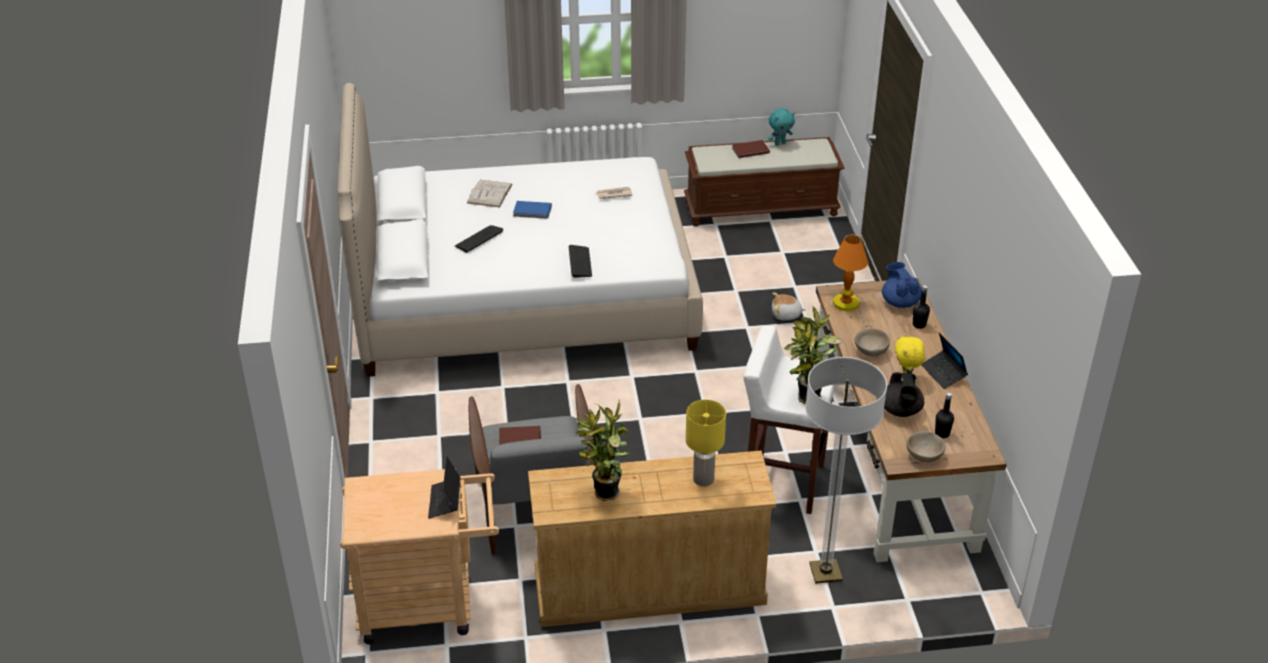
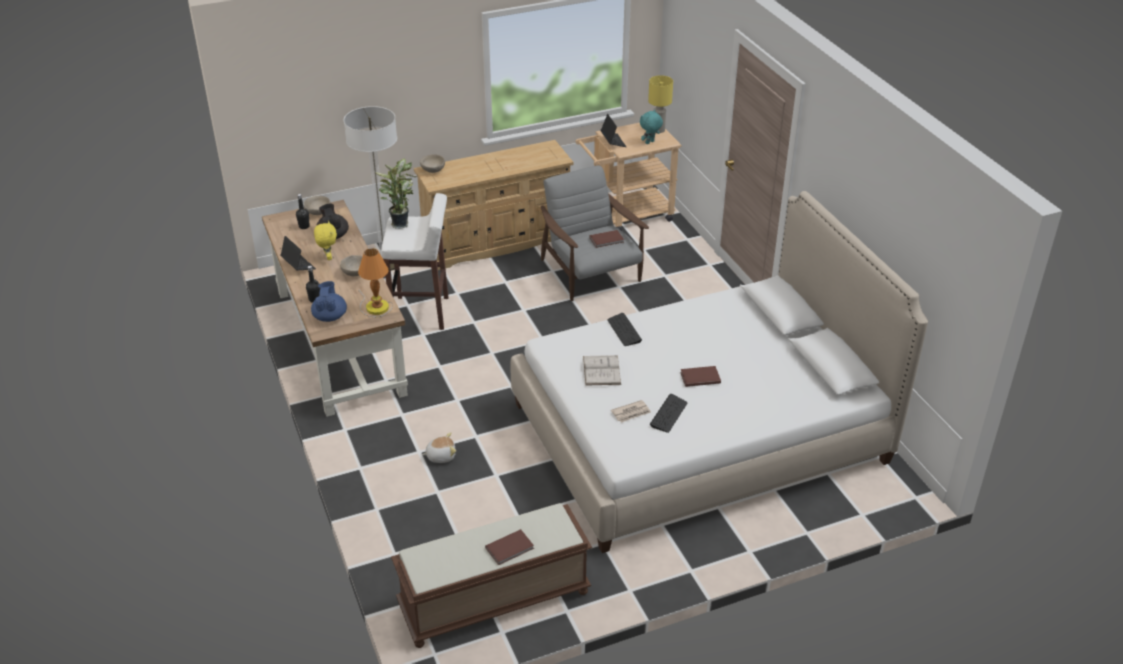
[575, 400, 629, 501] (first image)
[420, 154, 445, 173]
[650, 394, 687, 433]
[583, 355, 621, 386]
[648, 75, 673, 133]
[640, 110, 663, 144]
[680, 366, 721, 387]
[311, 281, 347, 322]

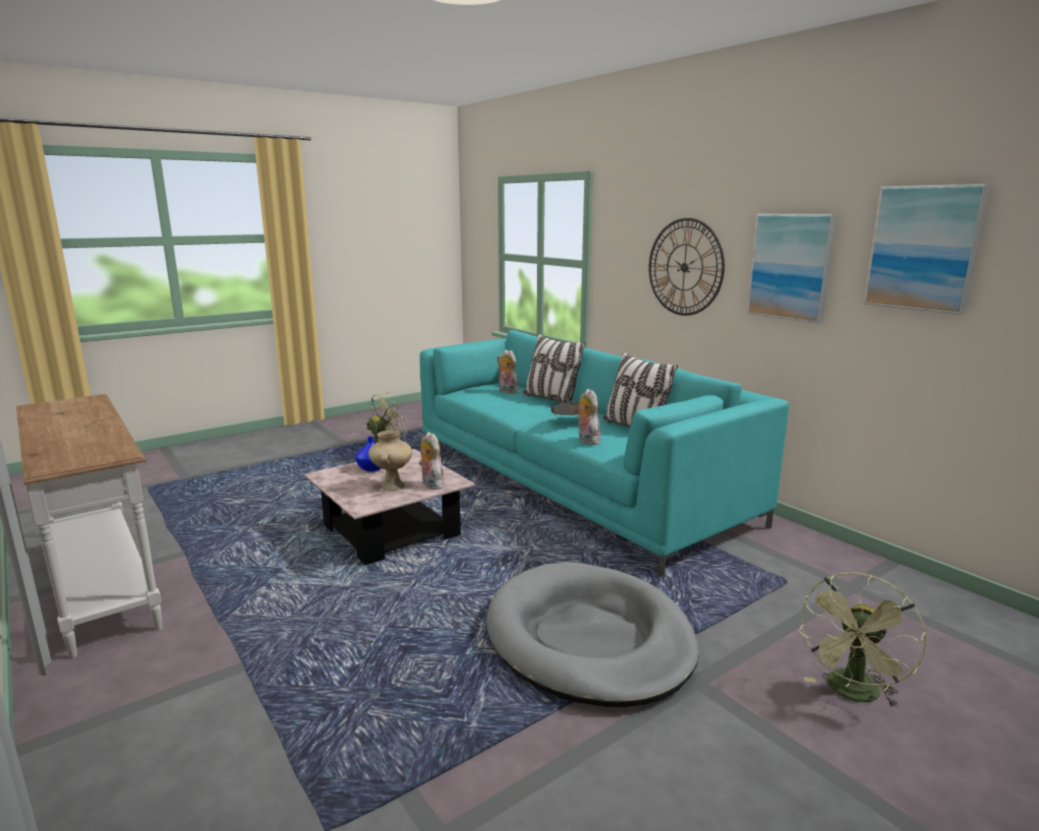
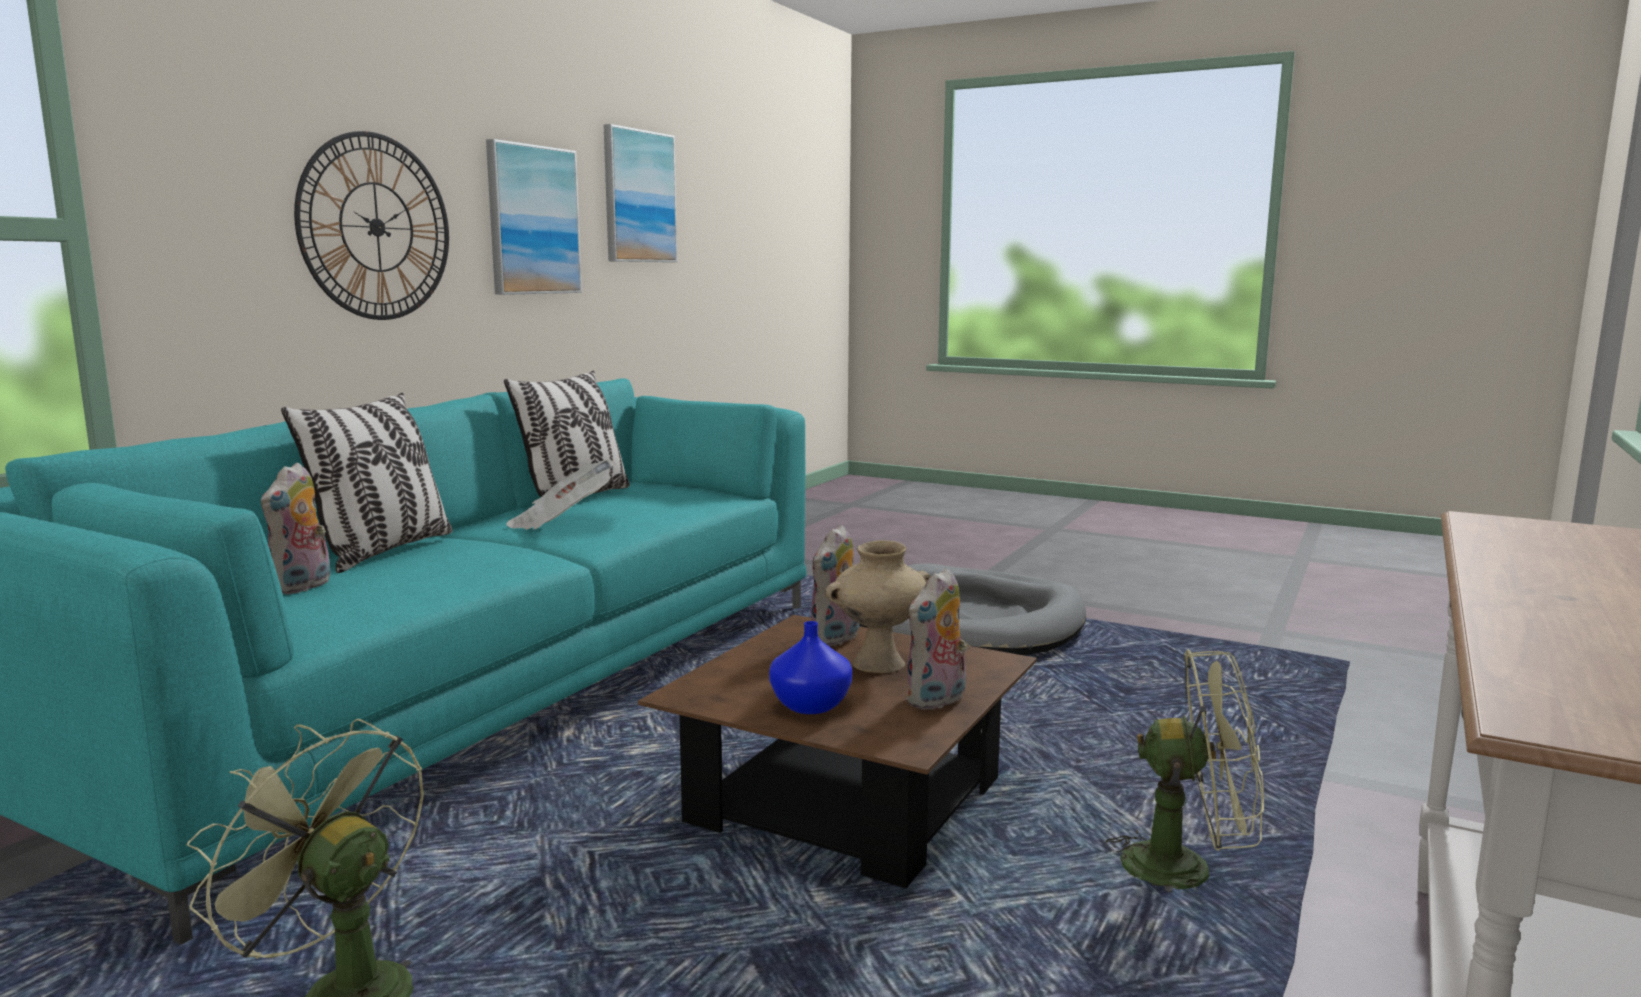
[906, 568, 967, 710]
[1105, 649, 1264, 892]
[638, 615, 1037, 888]

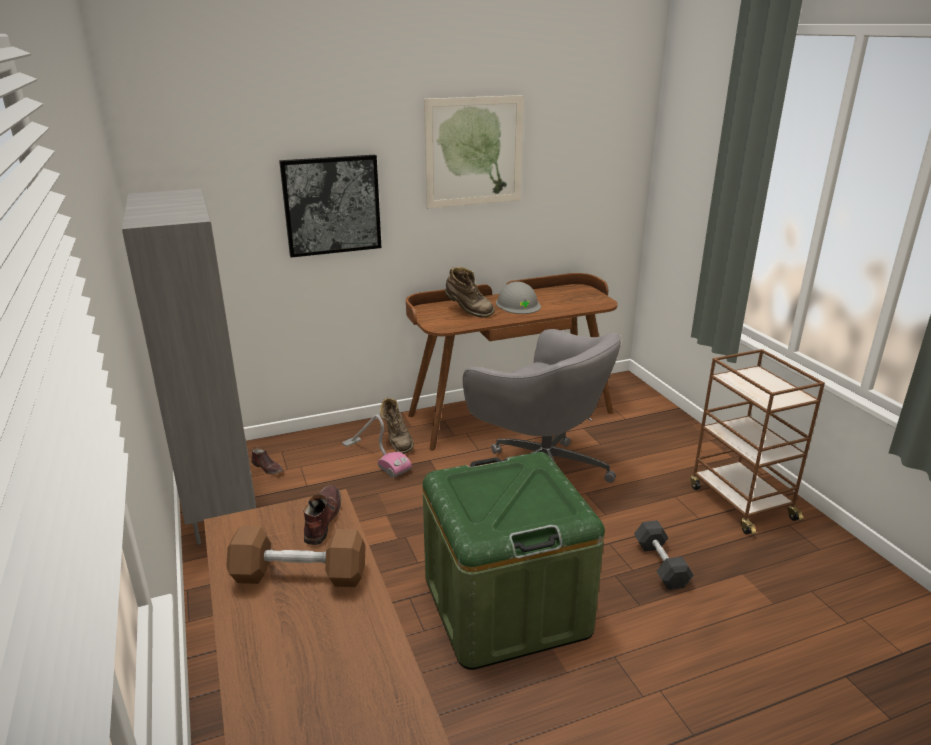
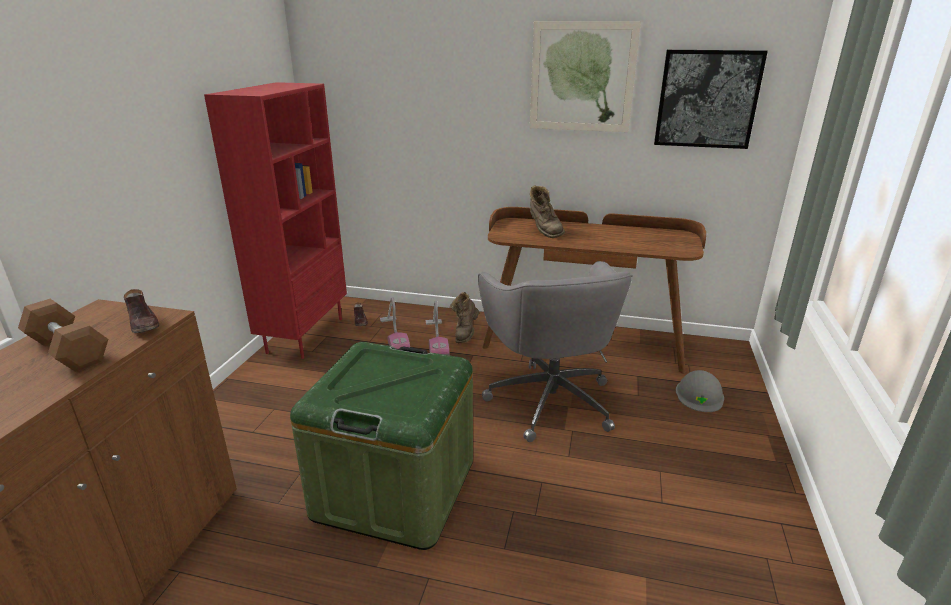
[634, 520, 694, 590] (first image)
[690, 349, 825, 535] (first image)
[380, 297, 410, 349]
[654, 50, 768, 149]
[676, 370, 724, 412]
[204, 82, 347, 359]
[124, 289, 159, 333]

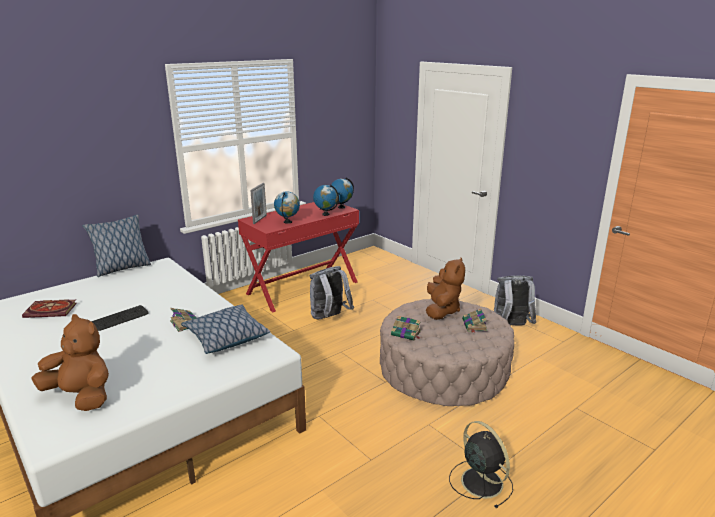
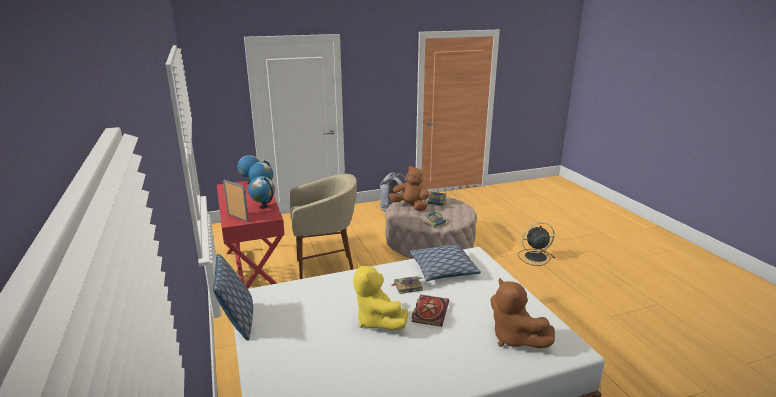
[411, 294, 449, 327]
[353, 263, 409, 330]
[290, 174, 357, 279]
[491, 278, 555, 348]

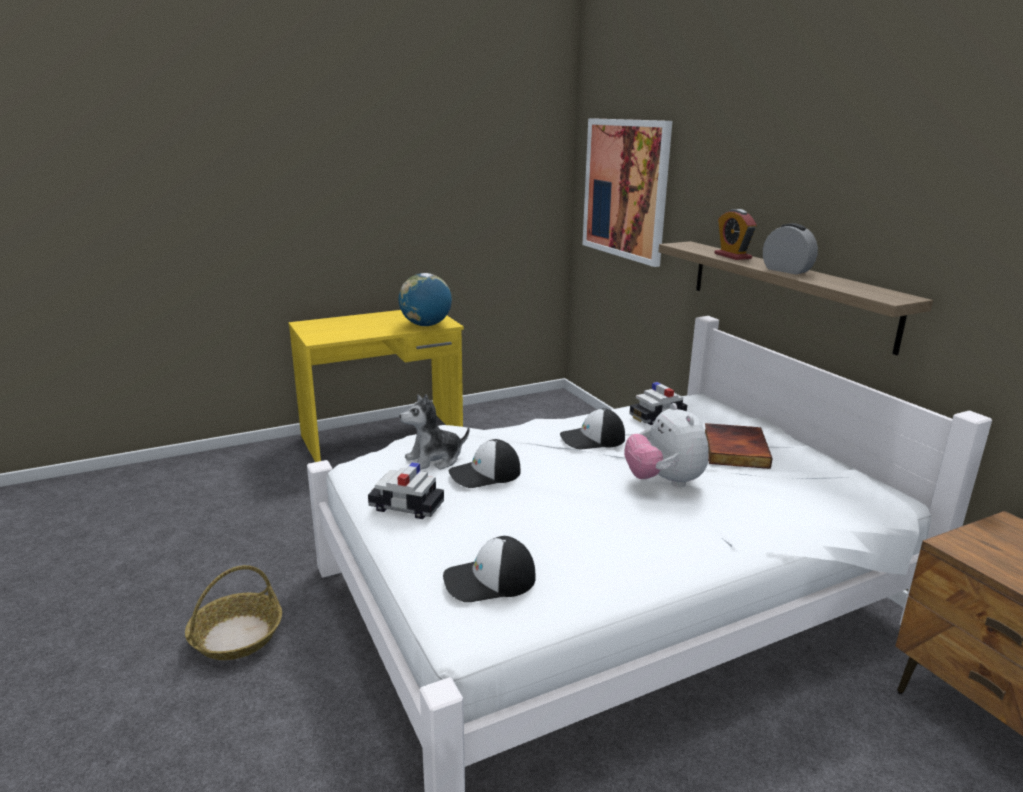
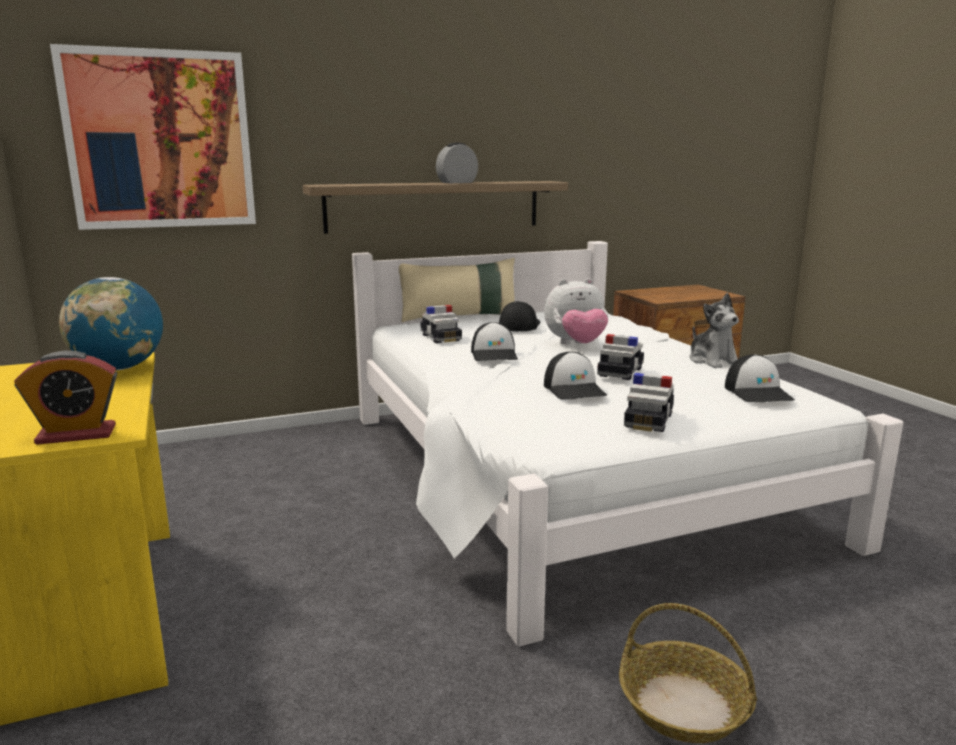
[399, 258, 515, 322]
[597, 334, 644, 380]
[690, 293, 739, 368]
[14, 351, 117, 445]
[499, 301, 540, 331]

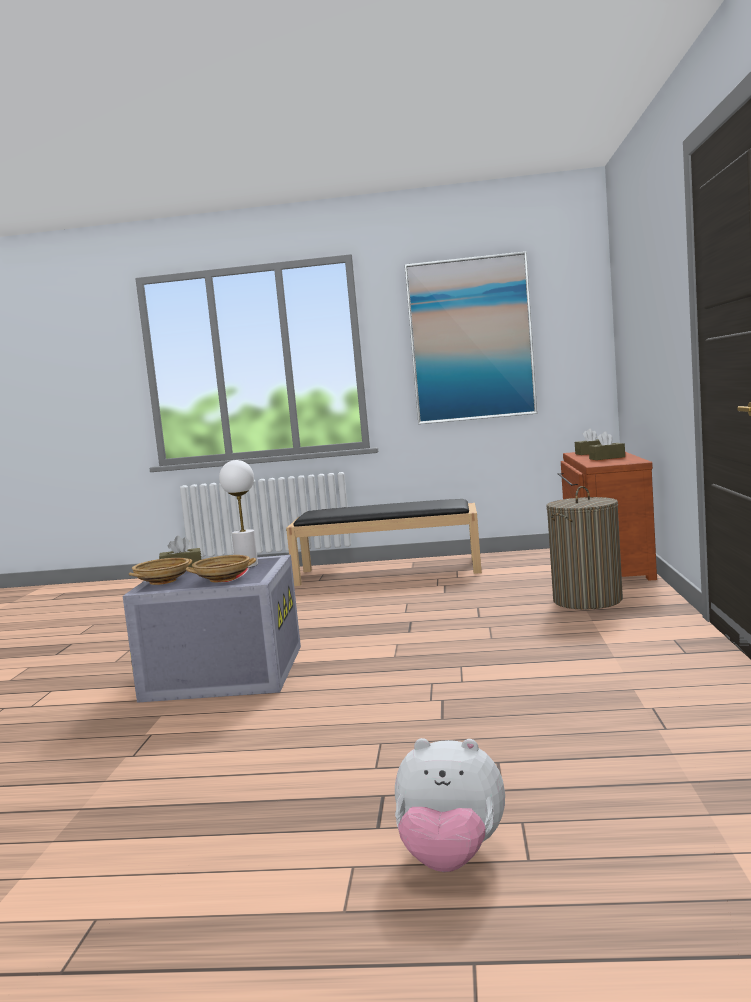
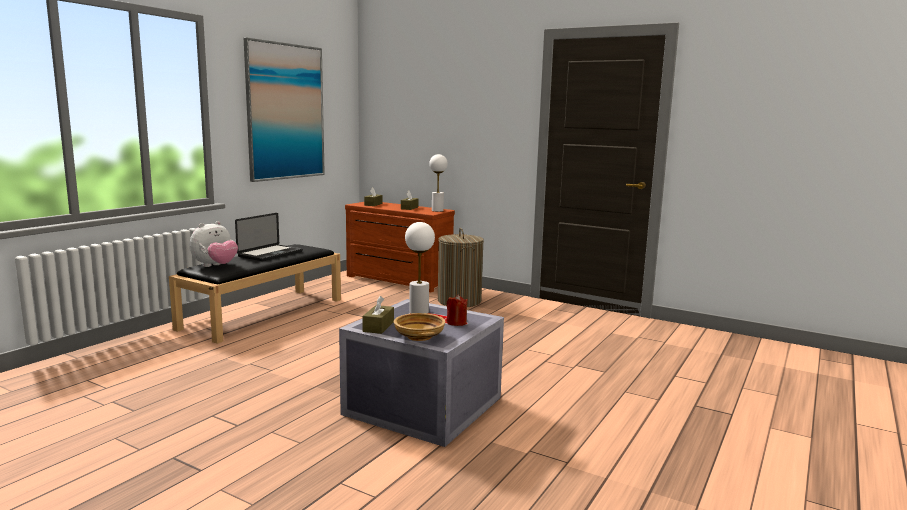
[235, 213, 303, 261]
[429, 154, 448, 212]
[190, 221, 238, 267]
[447, 295, 468, 326]

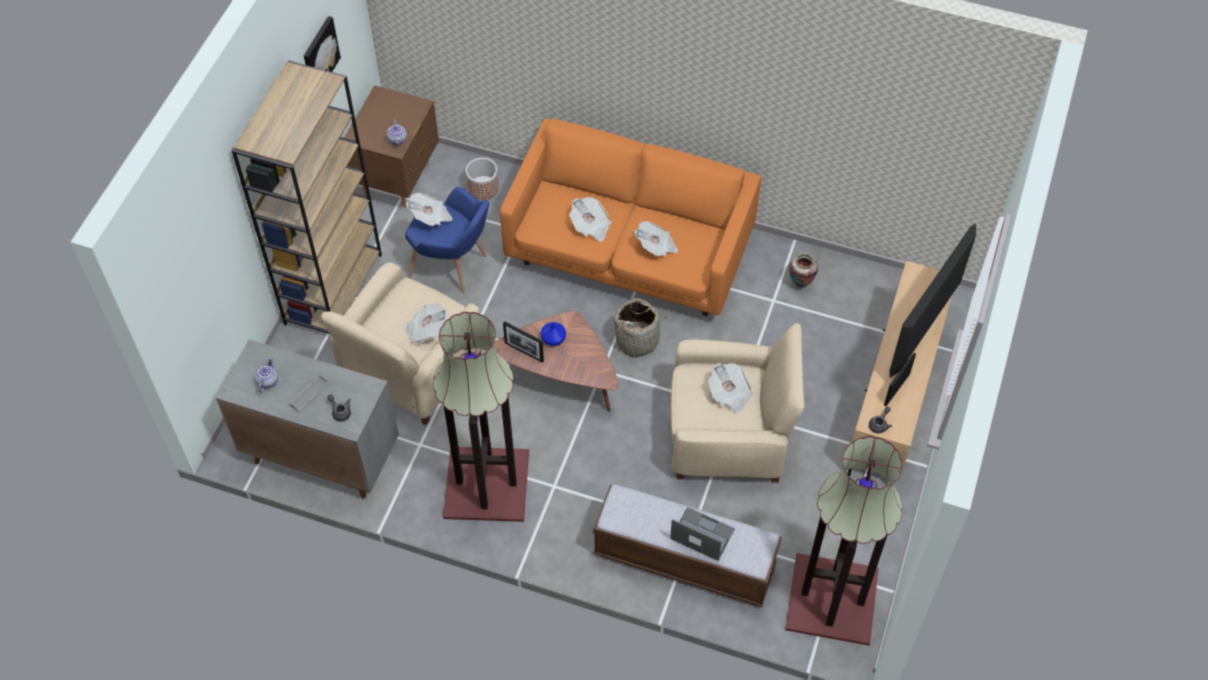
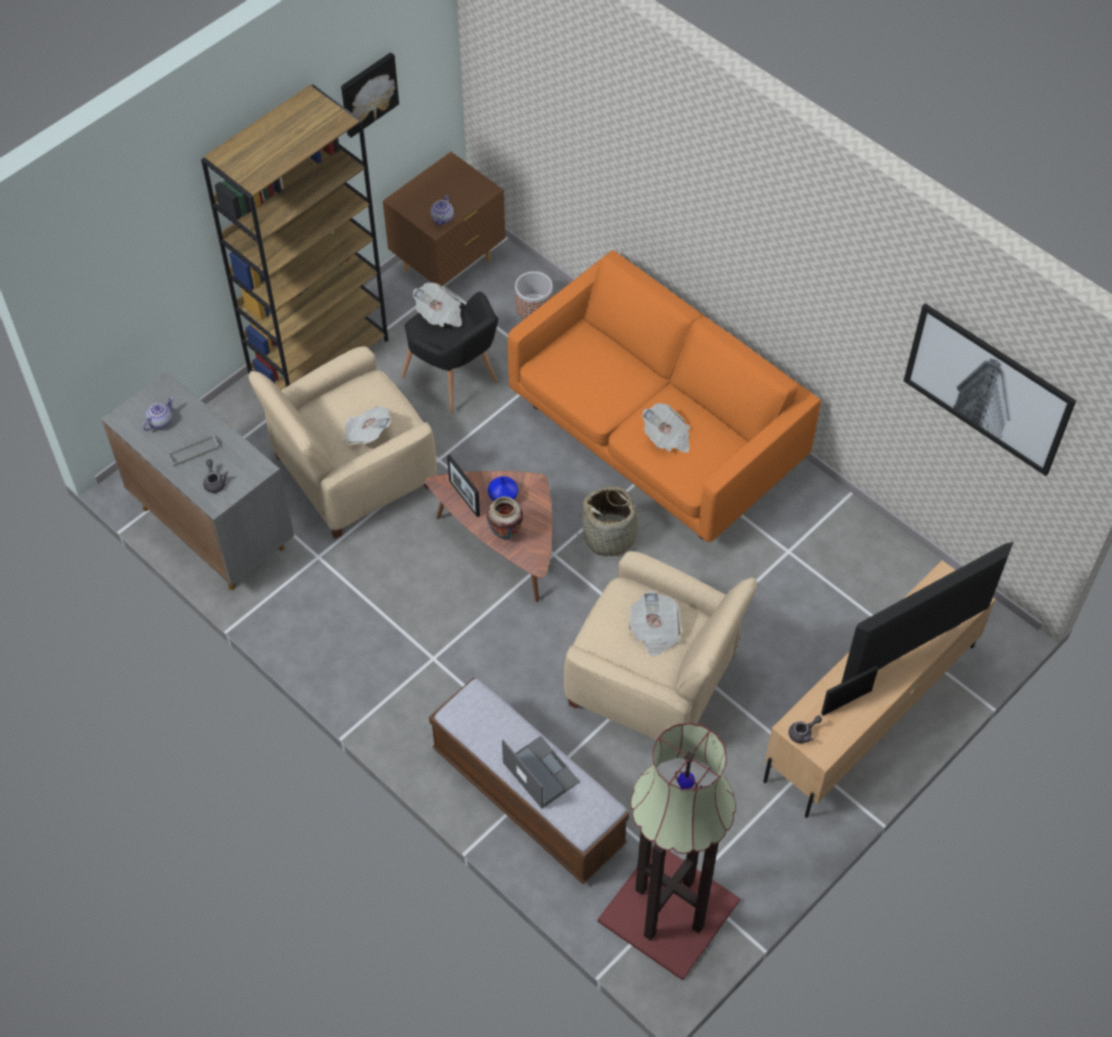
[433, 312, 529, 522] (first image)
[569, 197, 612, 242] (first image)
[904, 303, 1076, 476]
[487, 497, 523, 539]
[402, 292, 498, 414]

